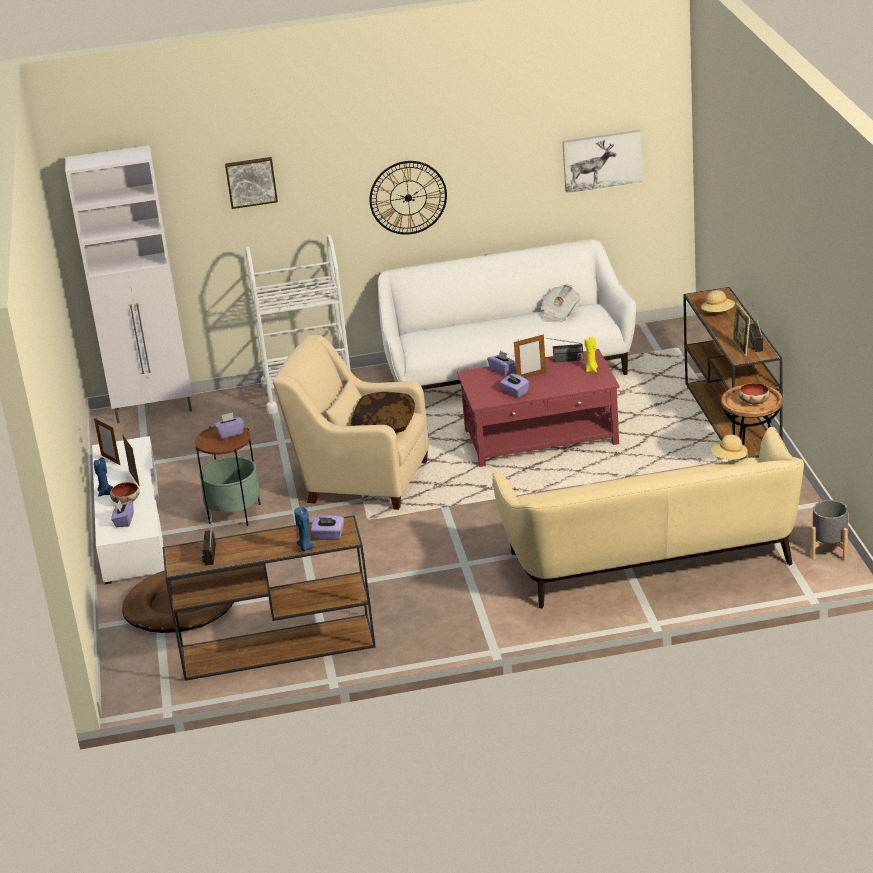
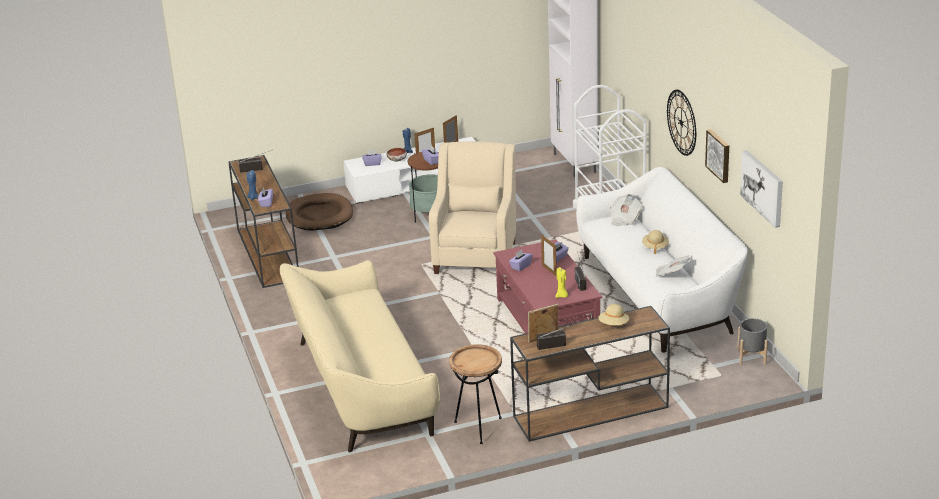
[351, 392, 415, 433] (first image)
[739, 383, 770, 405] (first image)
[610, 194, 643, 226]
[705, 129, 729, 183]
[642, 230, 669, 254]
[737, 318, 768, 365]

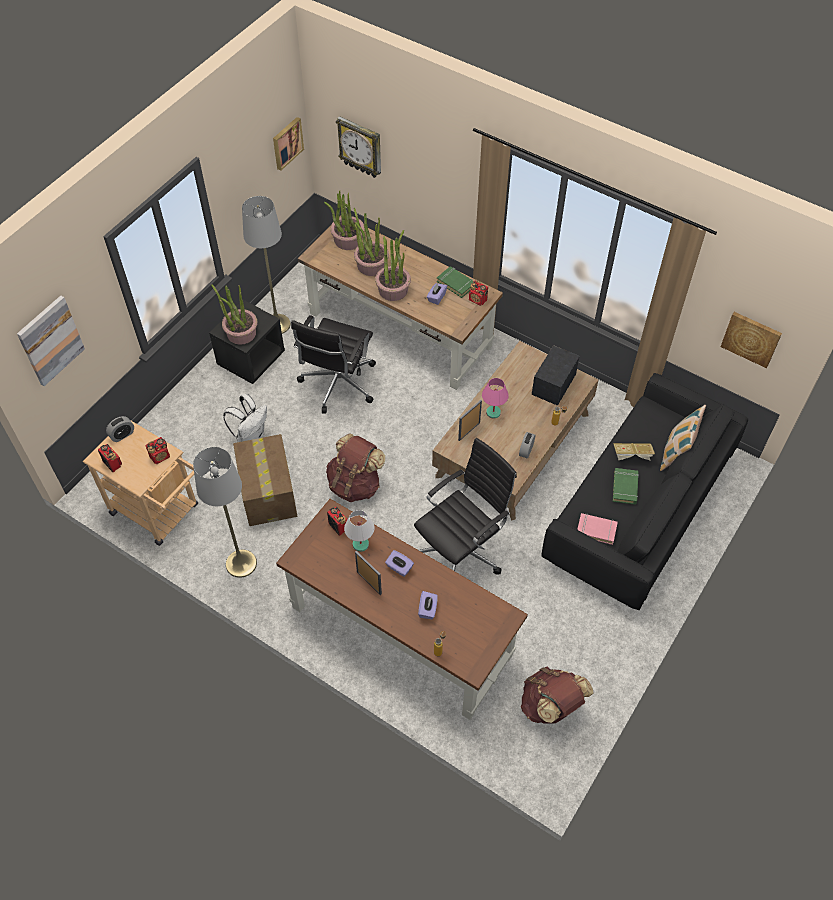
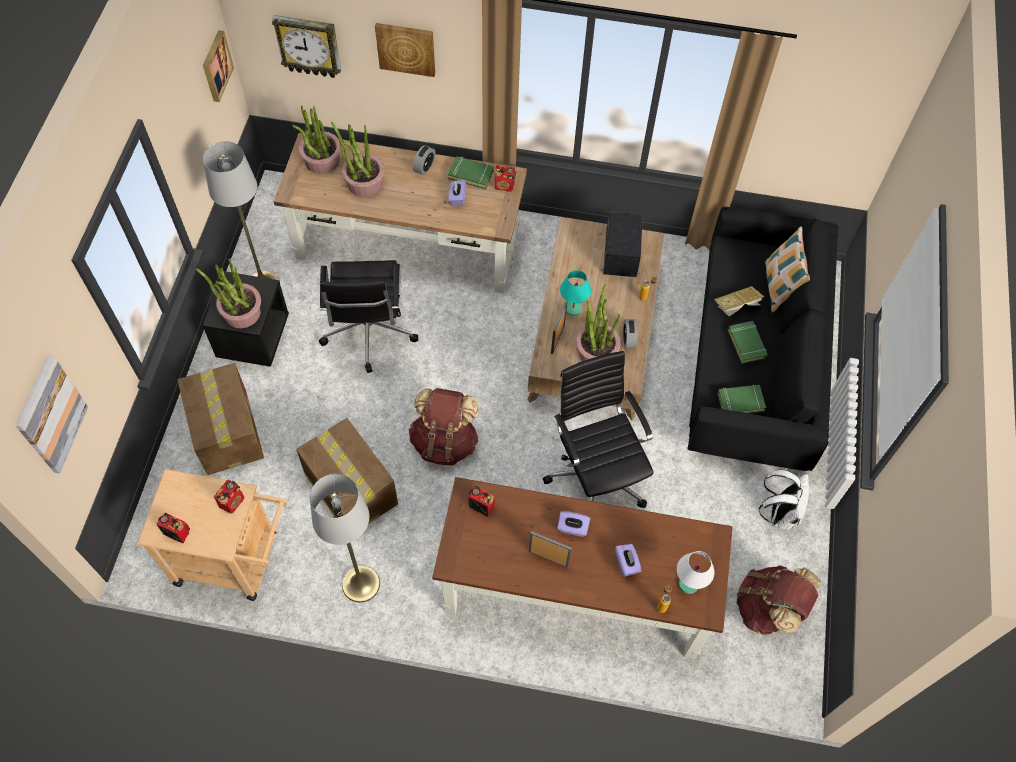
[178, 363, 264, 475]
[413, 145, 436, 175]
[759, 469, 809, 529]
[677, 551, 715, 594]
[576, 284, 621, 361]
[375, 23, 435, 77]
[560, 270, 591, 316]
[717, 385, 766, 413]
[543, 351, 654, 508]

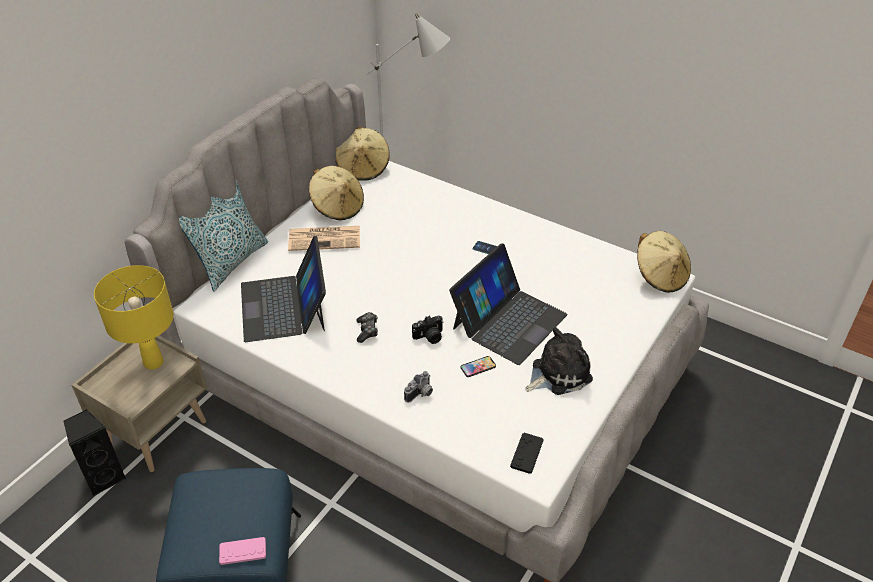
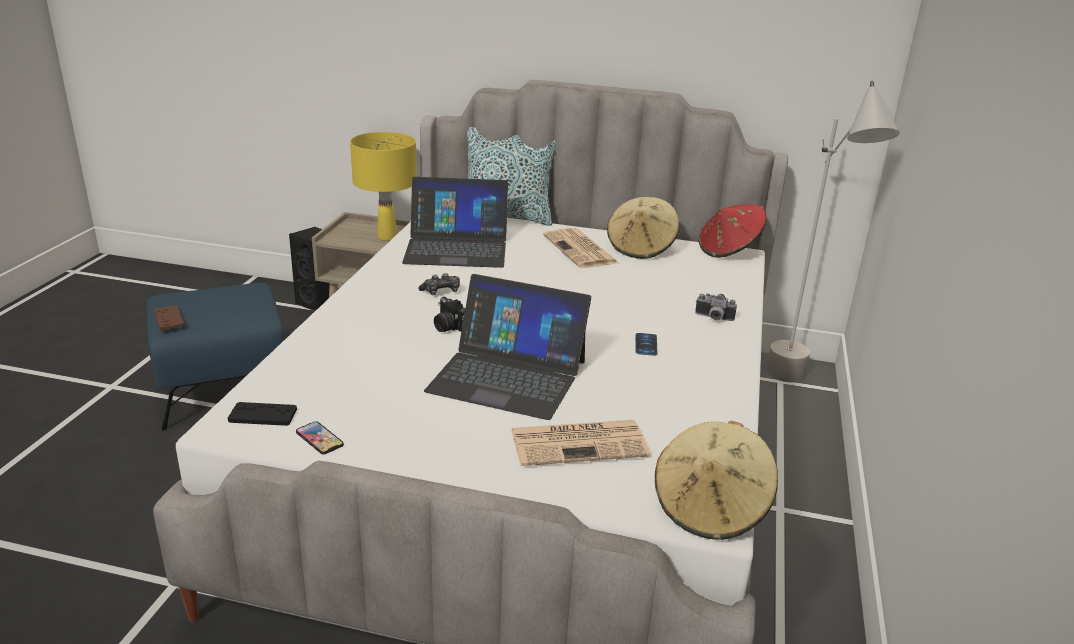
[525, 327, 593, 395] (first image)
[511, 420, 650, 466]
[695, 293, 737, 321]
[296, 421, 344, 454]
[154, 305, 184, 331]
[699, 204, 767, 258]
[402, 177, 508, 268]

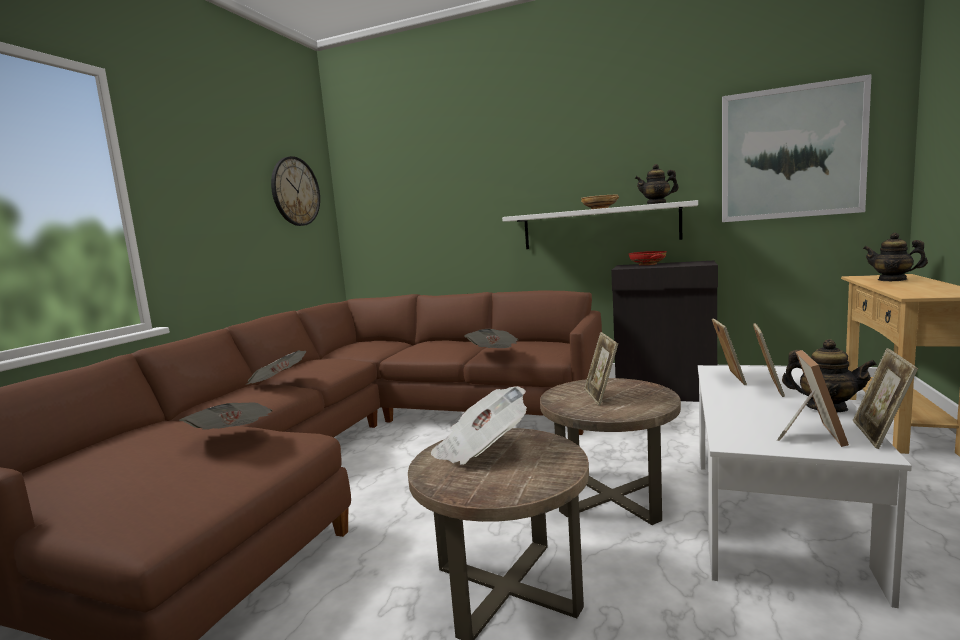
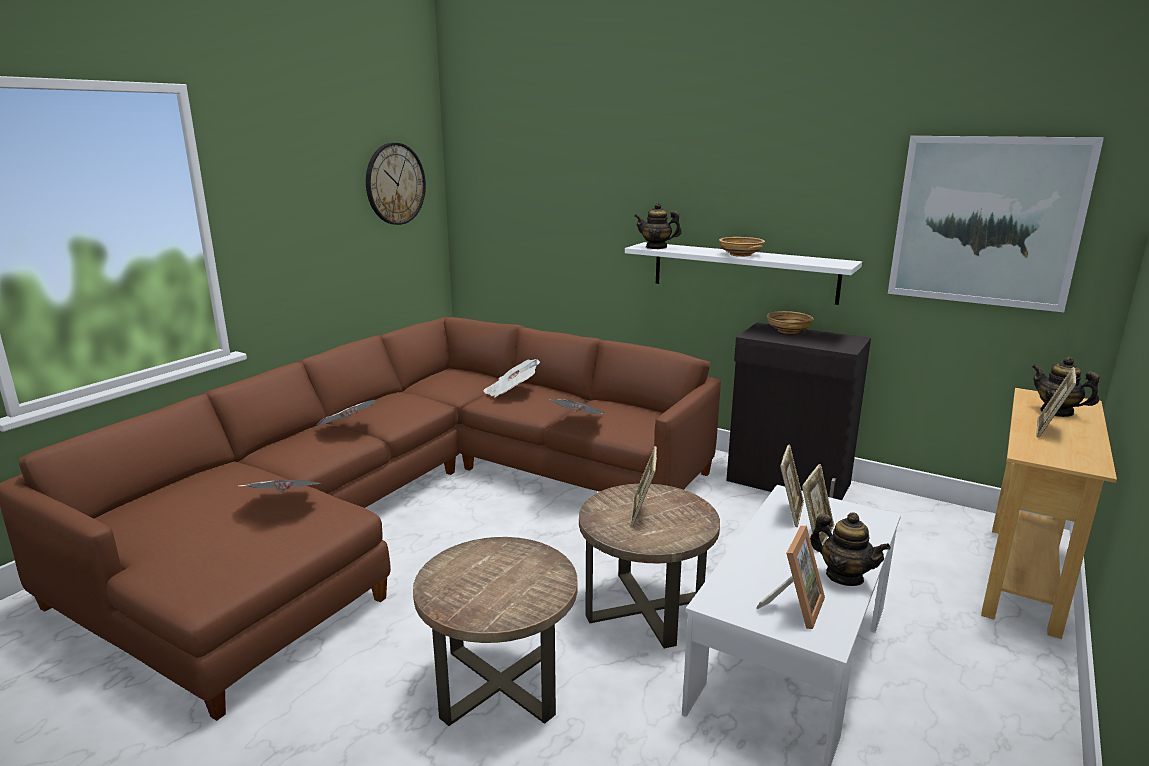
[483, 359, 540, 397]
[634, 203, 682, 249]
[1036, 367, 1076, 438]
[767, 311, 814, 334]

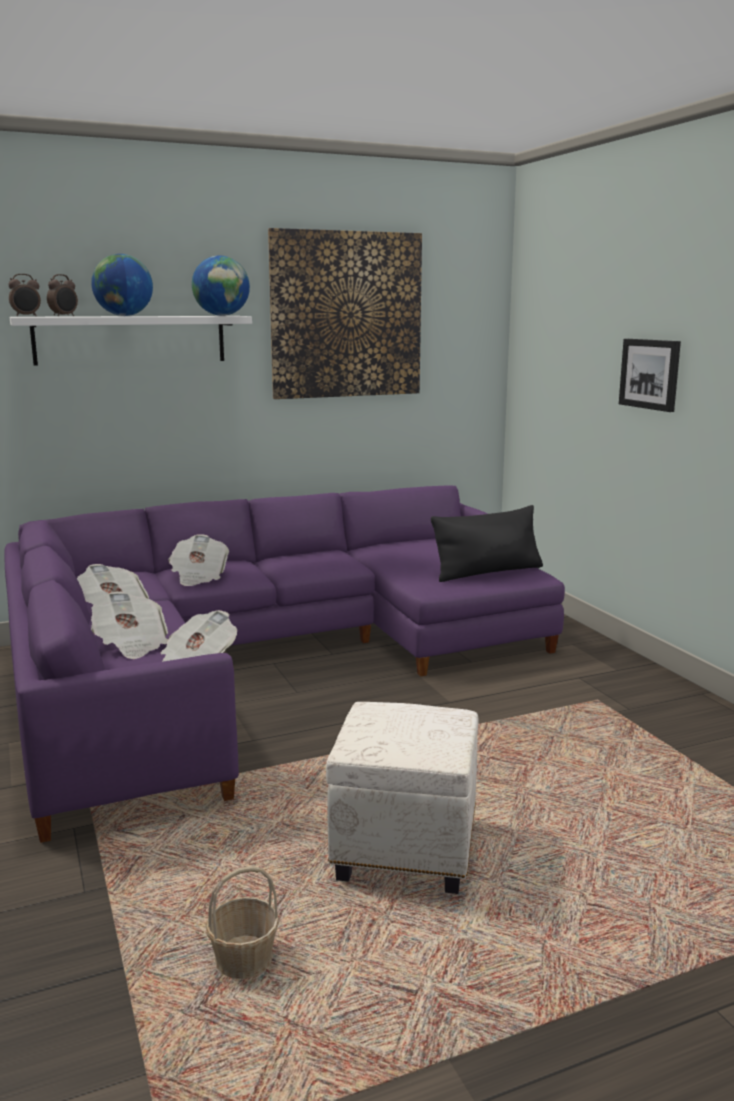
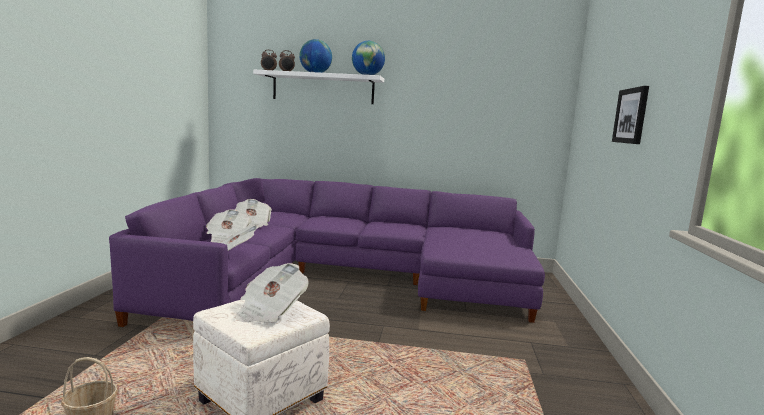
[268, 228, 422, 399] (first image)
[431, 505, 543, 582] (first image)
[235, 263, 309, 322]

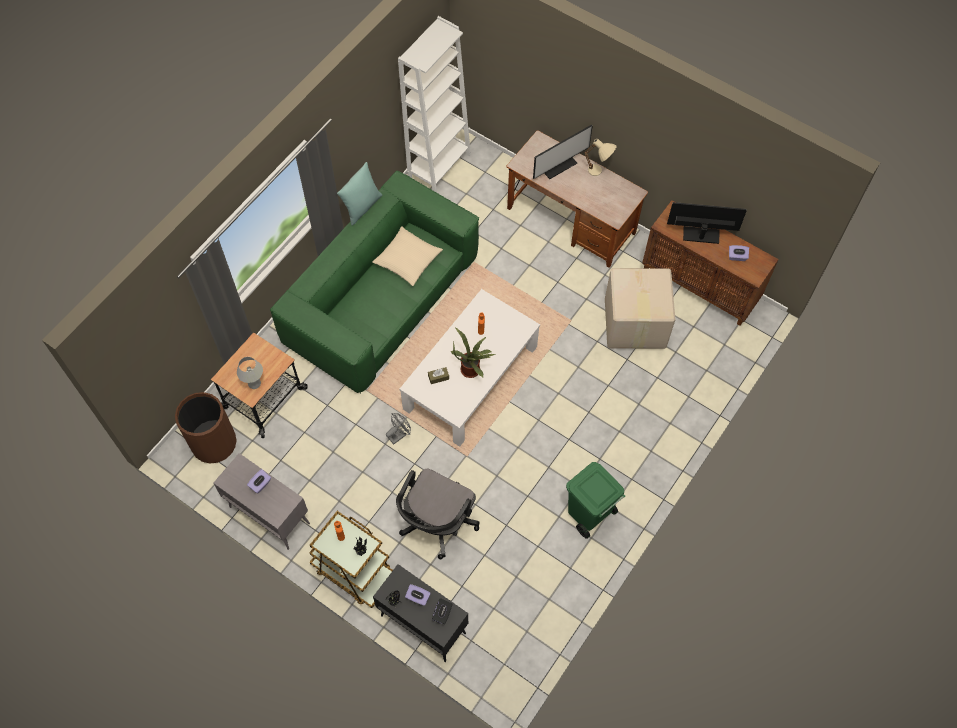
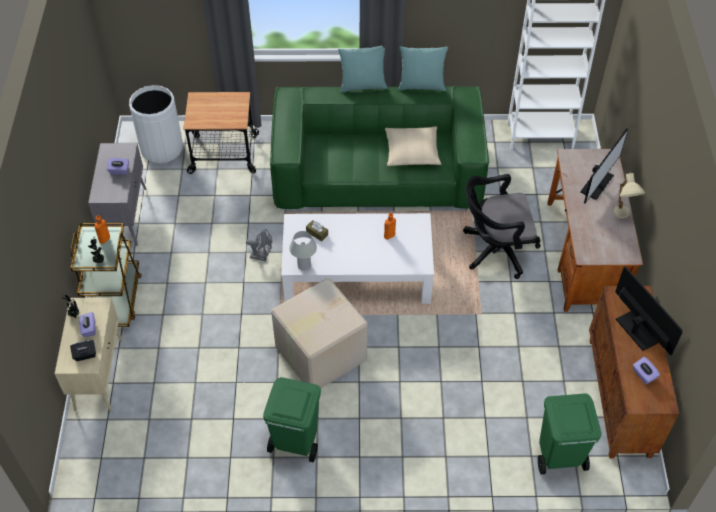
[451, 328, 495, 378] (first image)
[338, 46, 388, 92]
[538, 393, 601, 474]
[289, 231, 317, 271]
[463, 174, 540, 279]
[271, 278, 368, 388]
[129, 85, 183, 163]
[55, 298, 123, 412]
[580, 128, 628, 203]

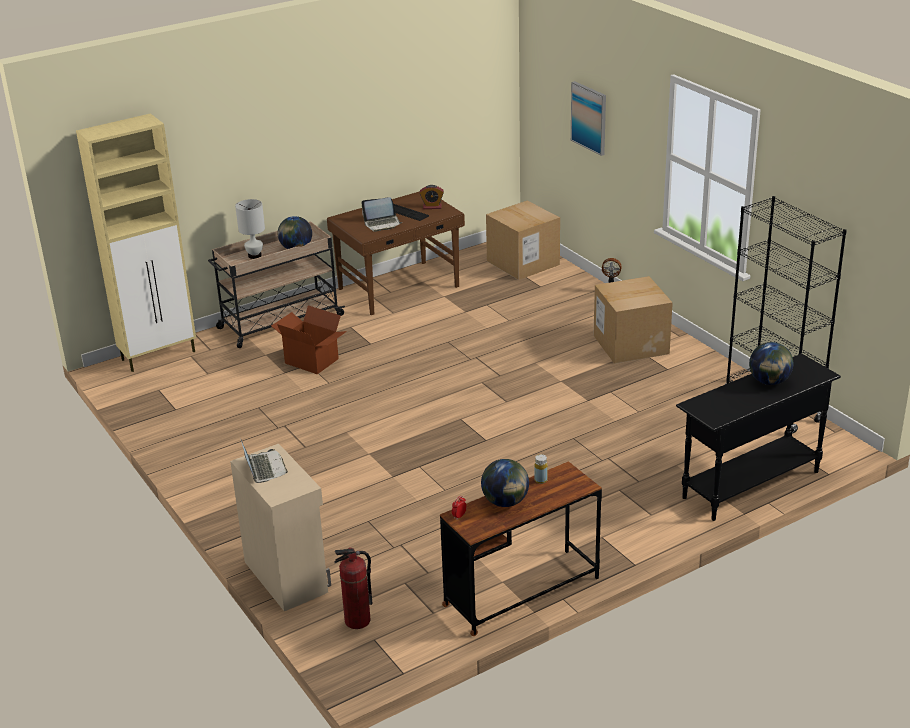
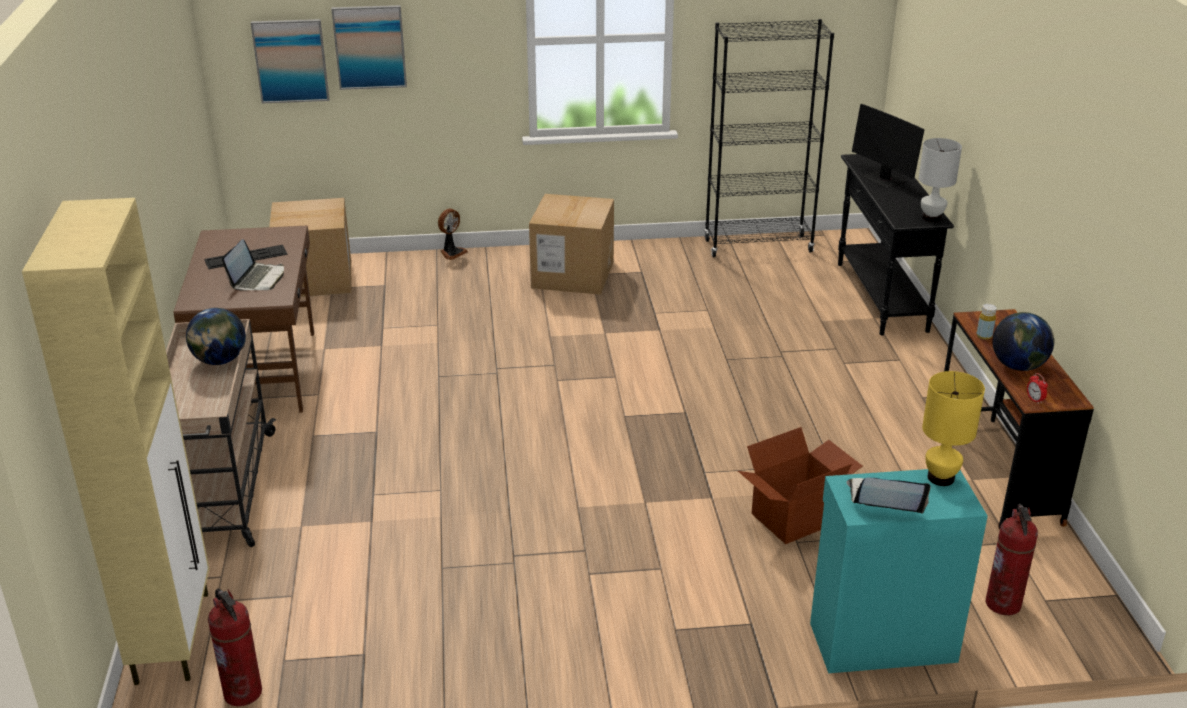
[420, 185, 444, 209] (first image)
[208, 589, 262, 706]
[251, 19, 329, 103]
[922, 371, 985, 486]
[919, 138, 962, 222]
[738, 427, 863, 544]
[852, 104, 925, 188]
[810, 469, 988, 673]

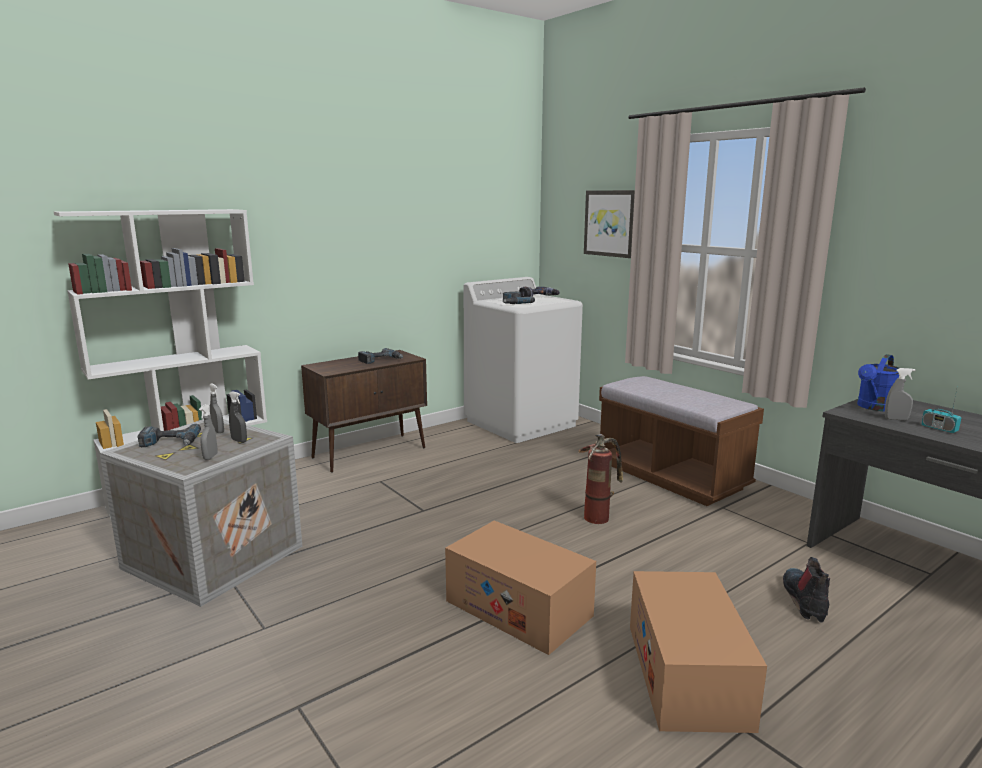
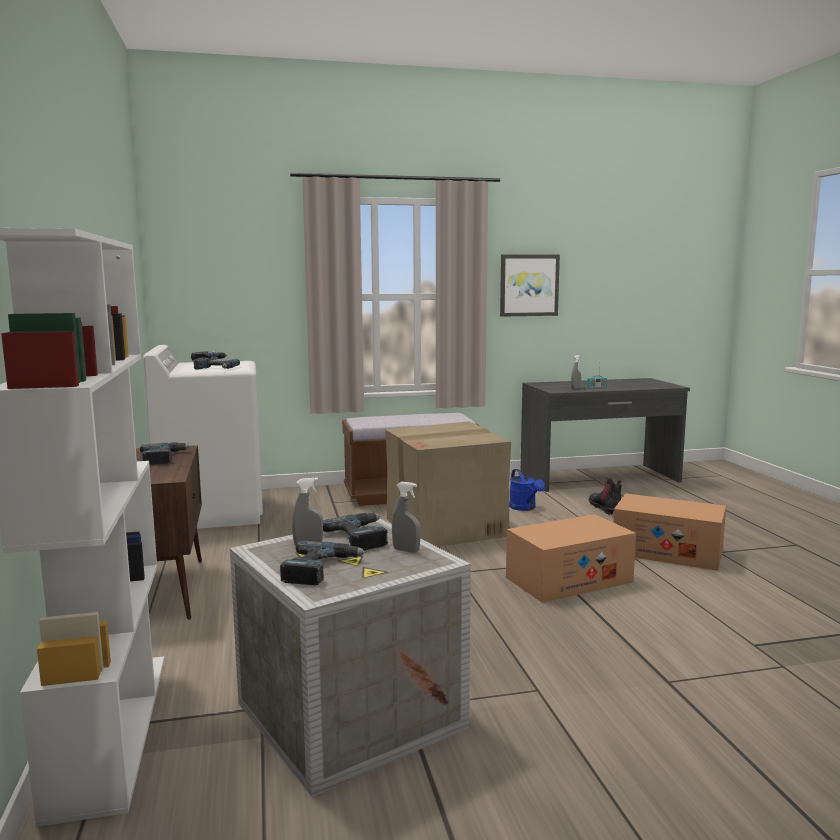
[500, 254, 560, 317]
[509, 469, 545, 511]
[323, 513, 388, 550]
[385, 421, 511, 547]
[589, 477, 622, 515]

